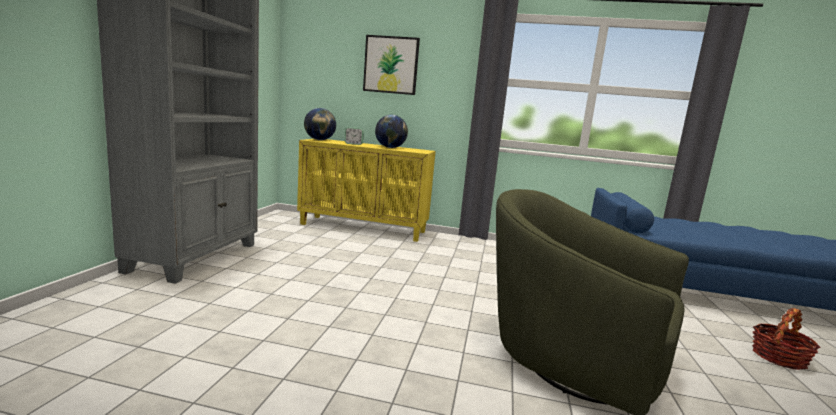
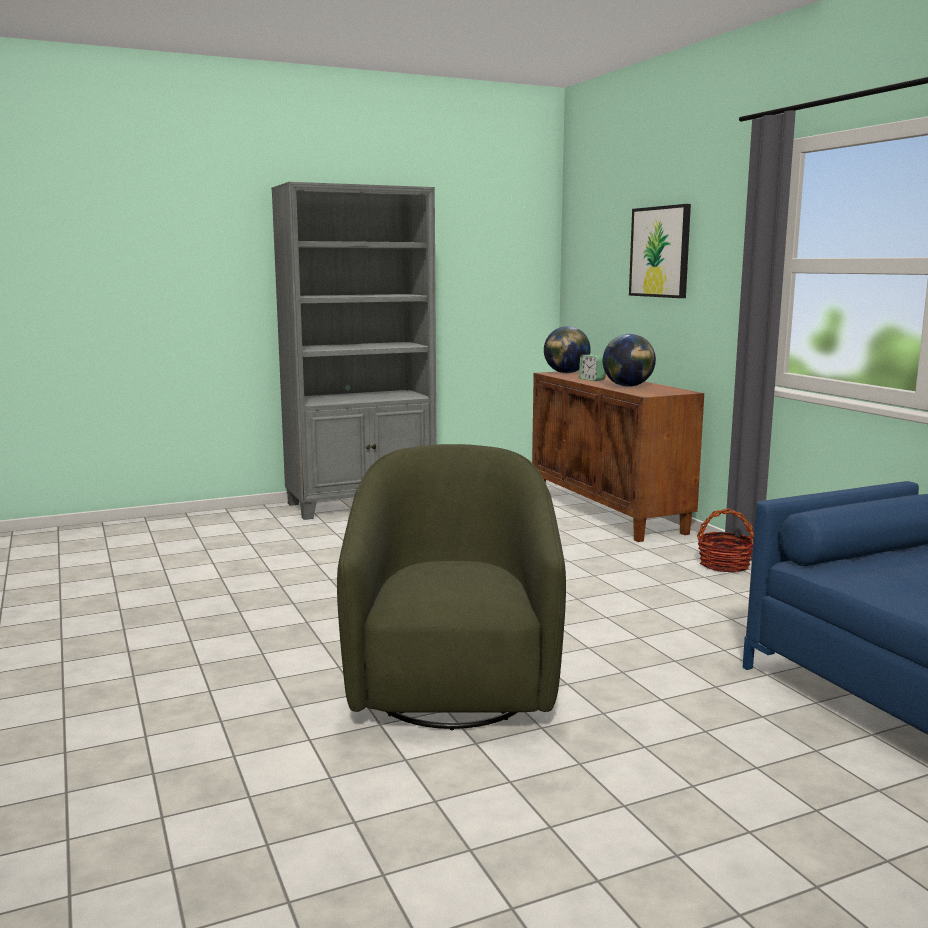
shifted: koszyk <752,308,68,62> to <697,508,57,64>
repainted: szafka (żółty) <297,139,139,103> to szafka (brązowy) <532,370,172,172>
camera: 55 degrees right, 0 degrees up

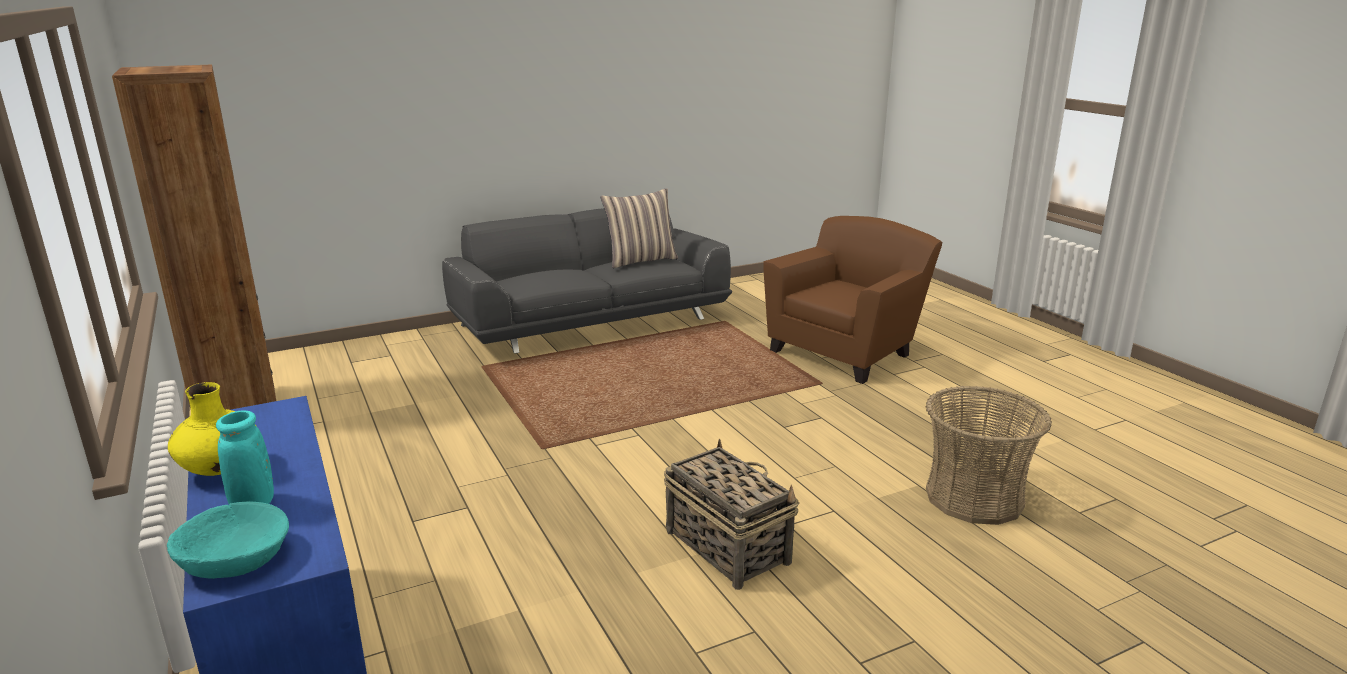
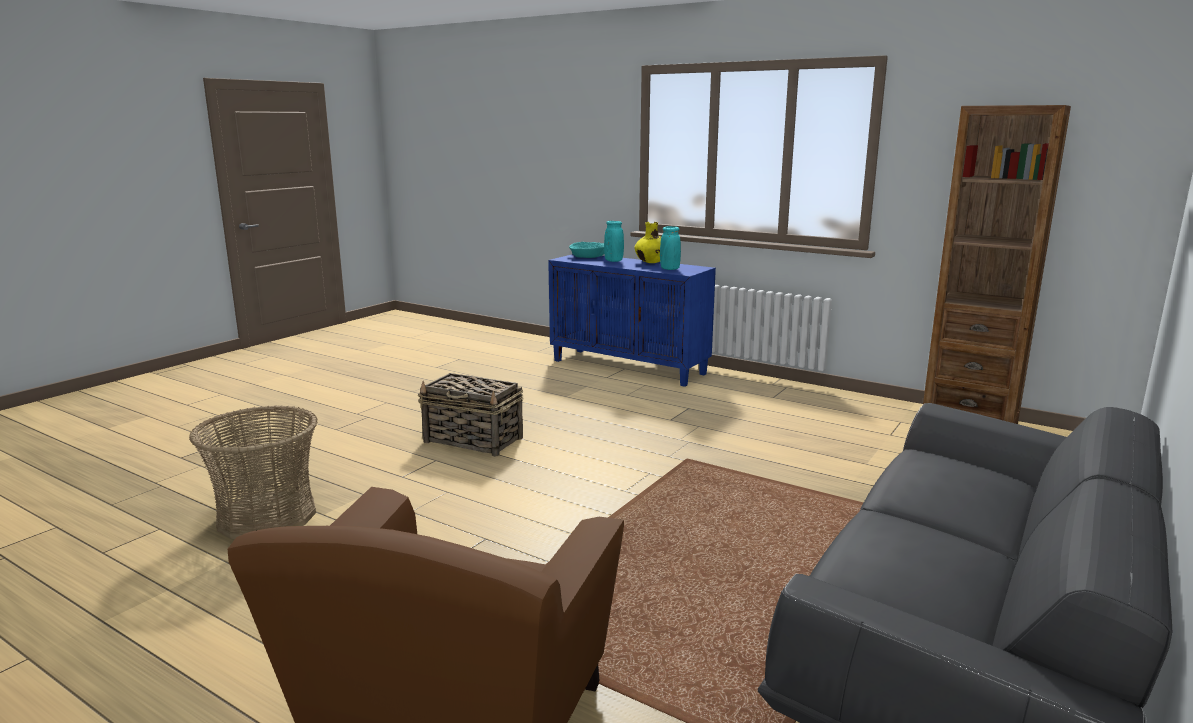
gone: poduszka <600,188,78,80>
new: wazon (turkusowy) <660,226,21,44>
camera: 150 degrees right, 5 degrees down

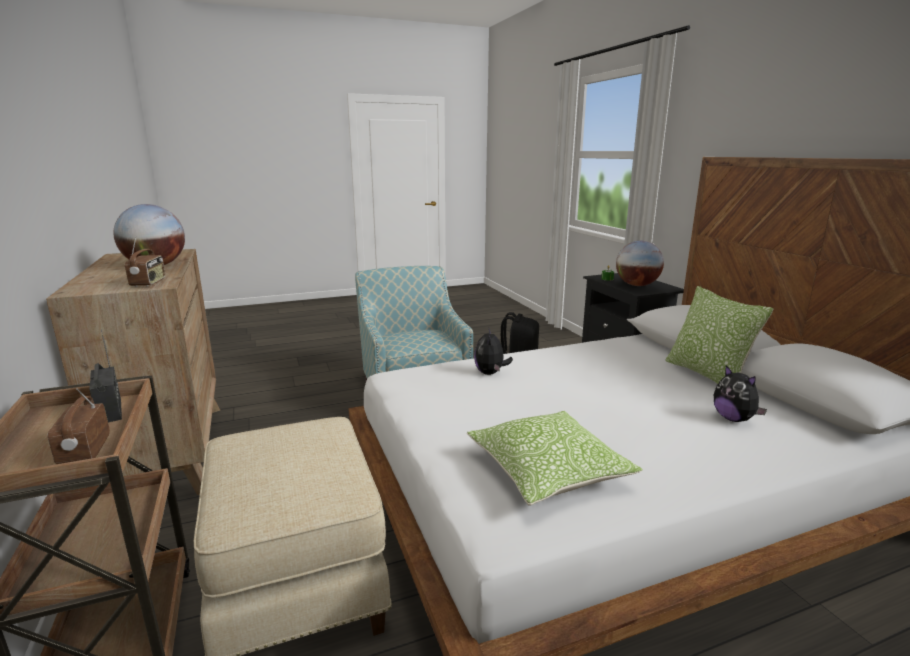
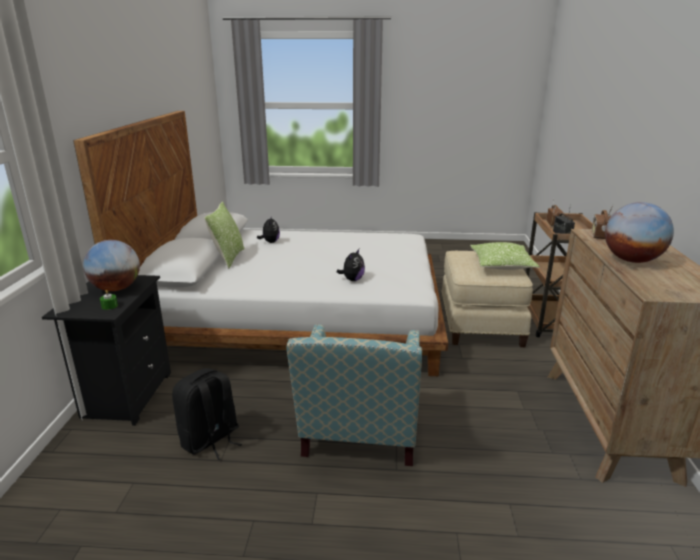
shifted: poduszka <467,411,176,95> to <470,242,70,28>
camera: 155 degrees left, 5 degrees up

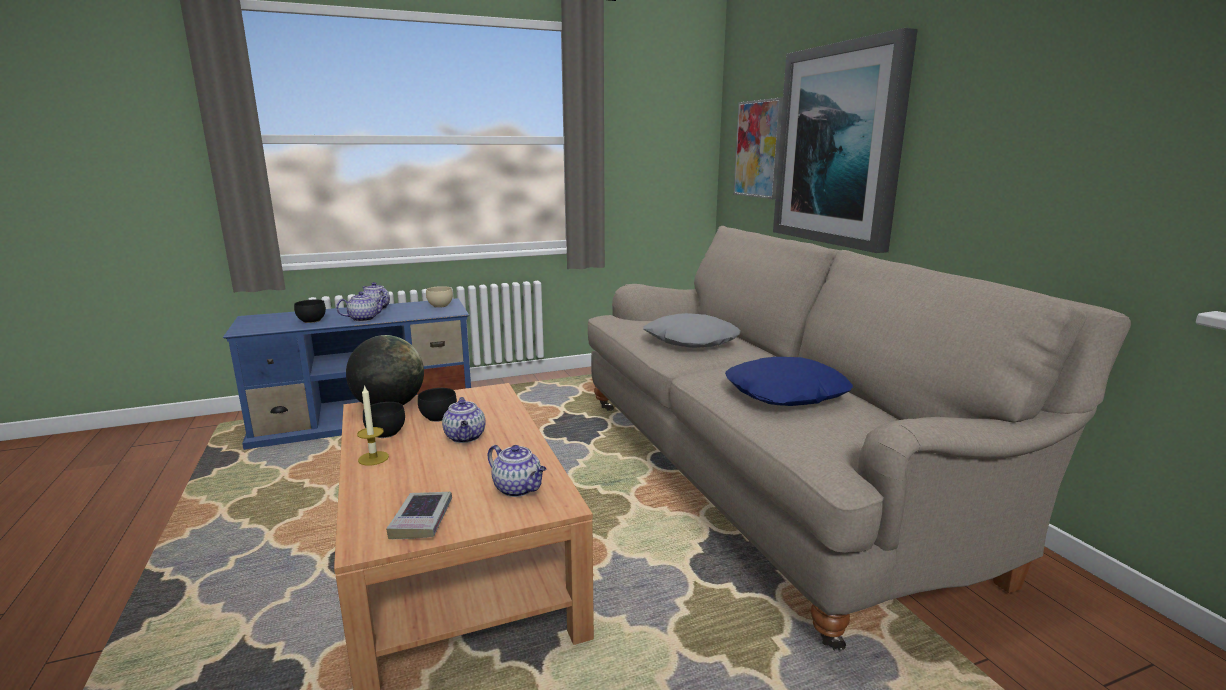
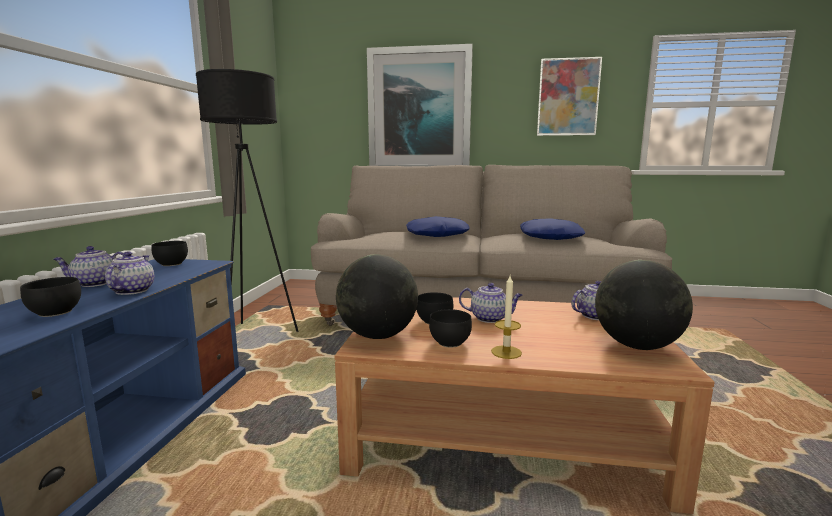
new: lampa stojąca (czarny) <196,69,102,263>
shifted: obraz <734,98,49,101> to <537,57,65,79>
swapped: książka <386,492,66,47> to globus <595,260,98,90>
repainted: miska (beżowy) <426,286,27,22> to miska (czarny) <151,241,37,25>; poduszka (szary) <643,313,98,35> to poduszka (niebieski) <406,216,64,21>
camera: 60 degrees left, 5 degrees down

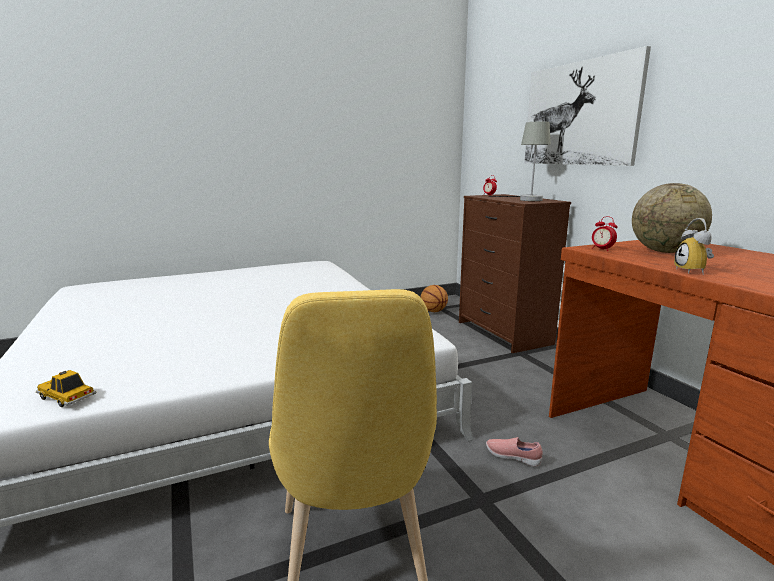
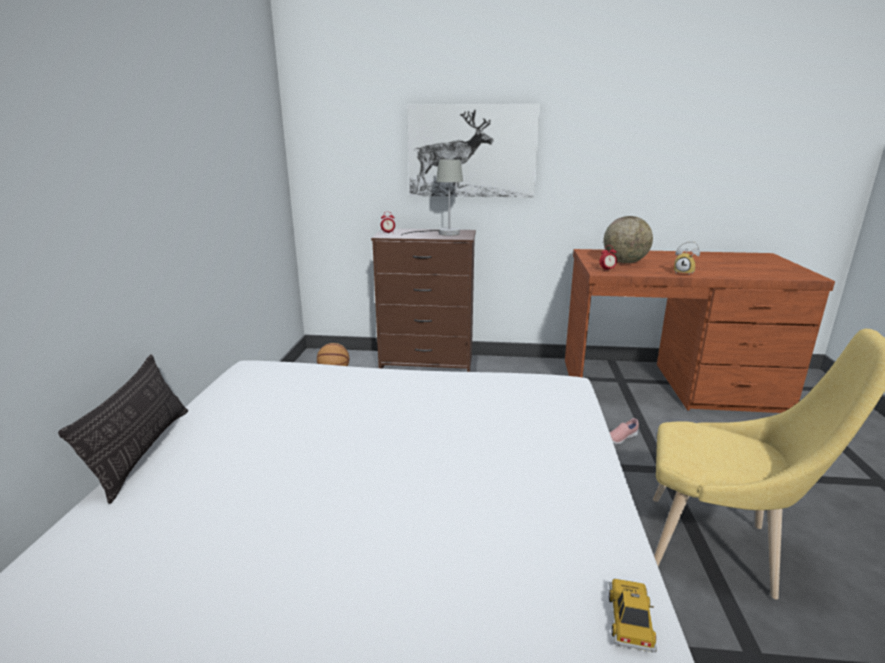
new: poduszka <58,354,130,150>
rotated: samochodzik <36,370,61,37> = <608,579,49,74> 135 degrees clockwise
camera: 60 degrees left, 5 degrees up

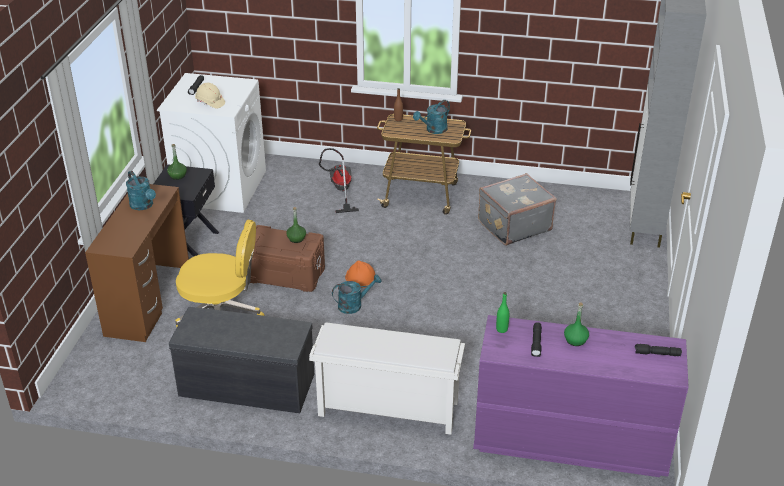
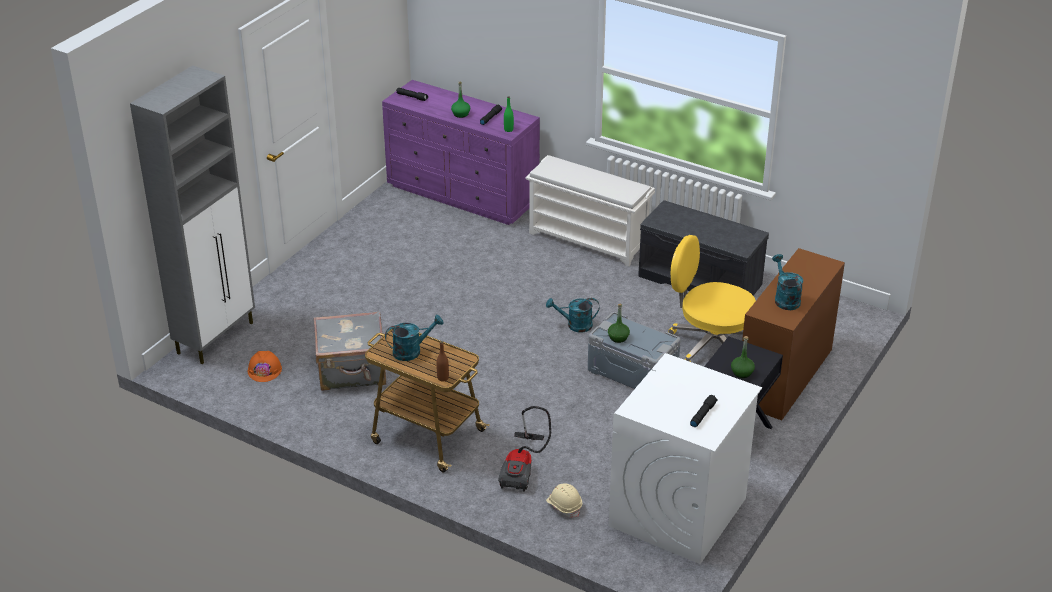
shifted: kask (beżowy) <195,83,30,25> to <546,483,36,35>; kask (pomarańczowy) <345,260,30,28> to <248,351,34,31>
repainted: pojemnik do przechowywania (brązowy) <250,225,75,67> to pojemnik do przechowywania (szary) <588,312,93,77>
camera: 160 degrees left, 0 degrees up

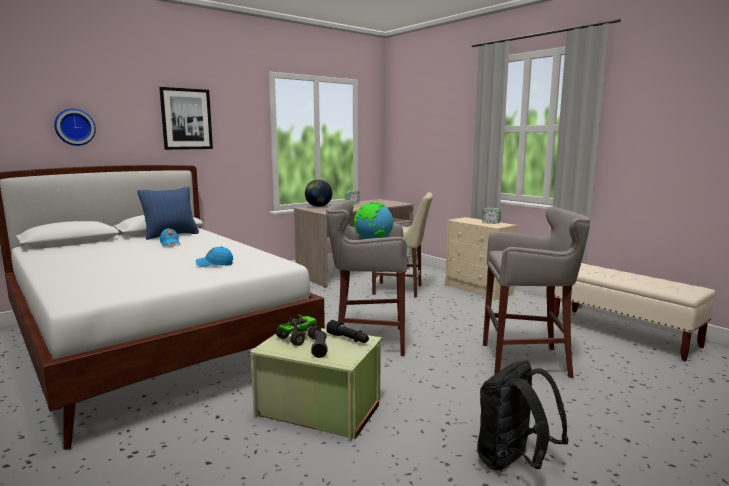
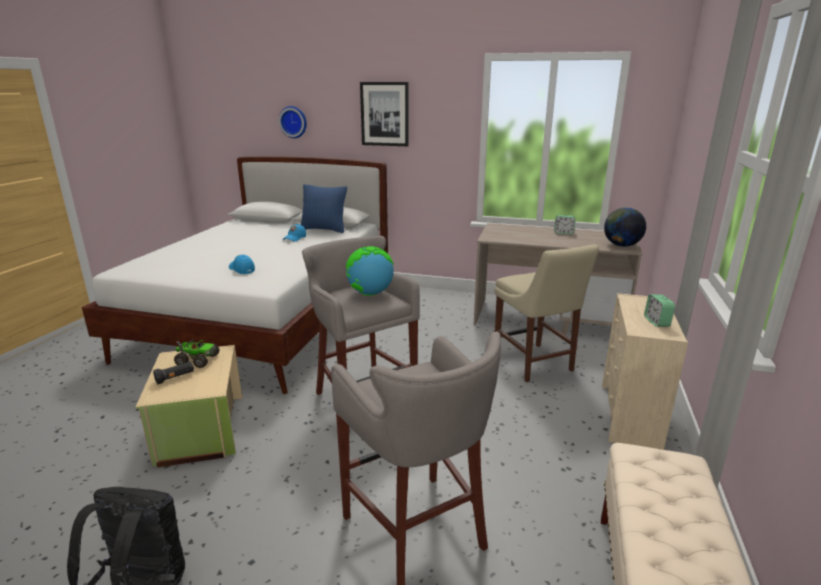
gone: latarka (czarny) <326,320,43,23>
shifted: globus <305,179,27,28> to <604,208,42,39>
repainted: pojemnik do przechowywania (zielony) <250,327,133,114> to pojemnik do przechowywania (beżowy) <136,345,106,123>
camera: 55 degrees right, 10 degrees up

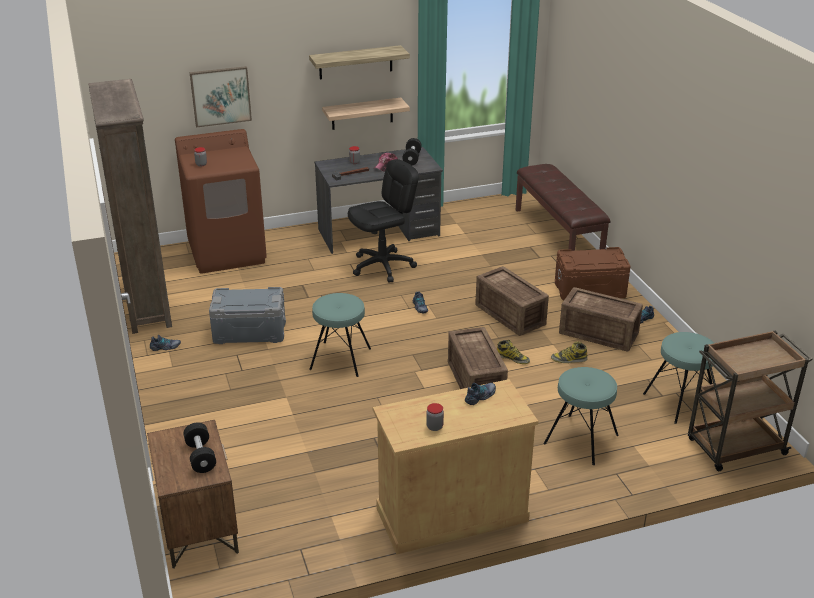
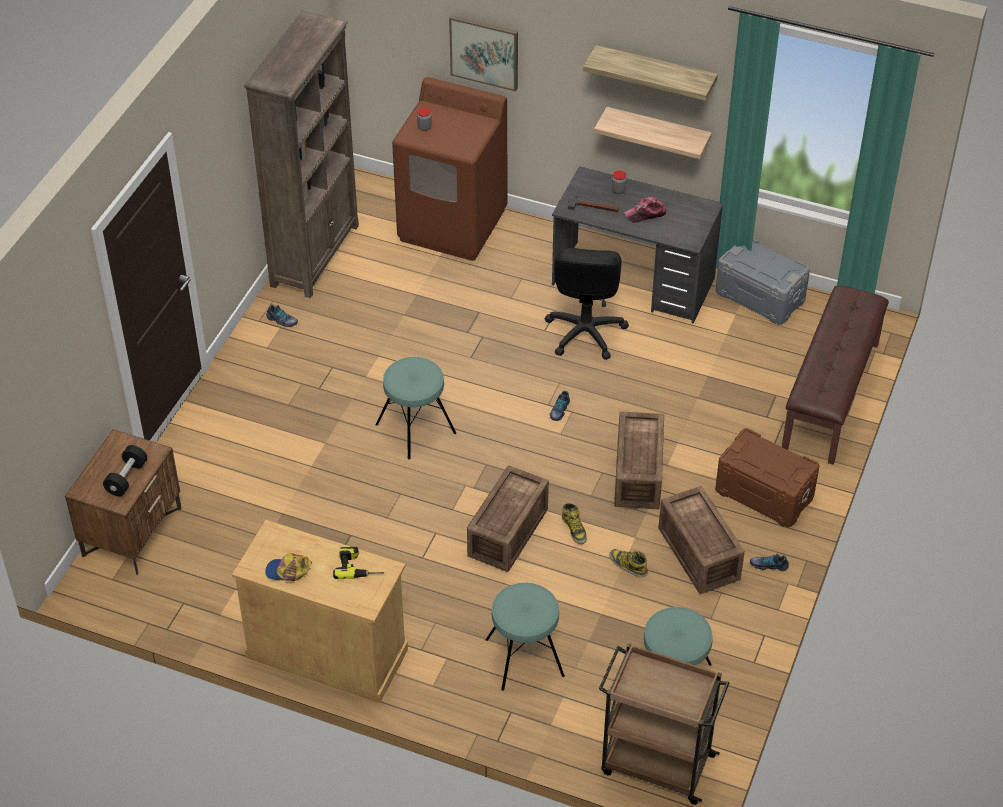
gone: hantel (czarny) <402,138,20,28>
shifted: pojemnik do przechowywania (szary) <209,287,77,57> to <715,239,95,86>
swapped: słoik <426,403,18,28> to czapka z daszkiem <265,553,47,28>; but <465,383,31,22> to wiertarka <333,547,51,32>
rotated: krzesło biurowe (czarny) <348,159,71,124> = <545,248,84,112> 90 degrees clockwise
camera: 40 degrees right, 15 degrees up

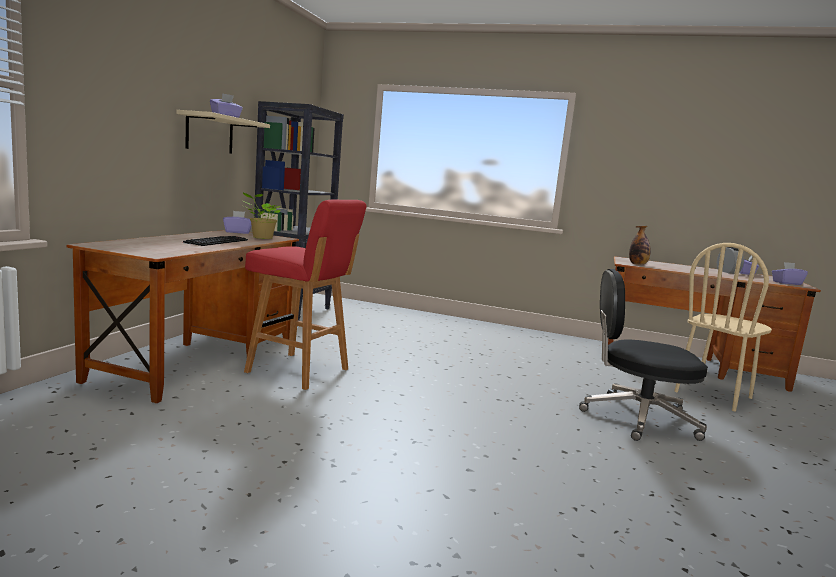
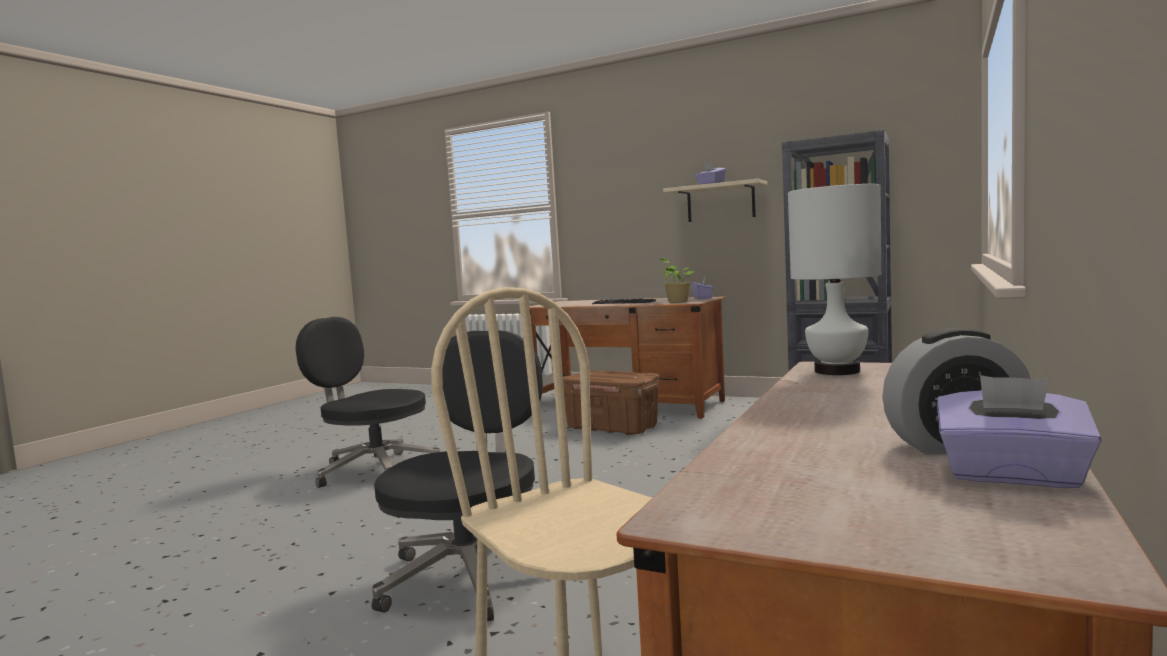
gone: pudełko chusteczek (fioletowy) <772,262,36,23>
new: krzesło biurowe (czarny) <296,317,144,171>
swapped: stołek (czerwony) <244,200,123,190> to pojemnik do przechowywania (brązowy) <563,370,97,65>; butelka <629,226,22,39> to lampa stołowa (biały) <788,184,93,191>
camera: 100 degrees right, 5 degrees down

